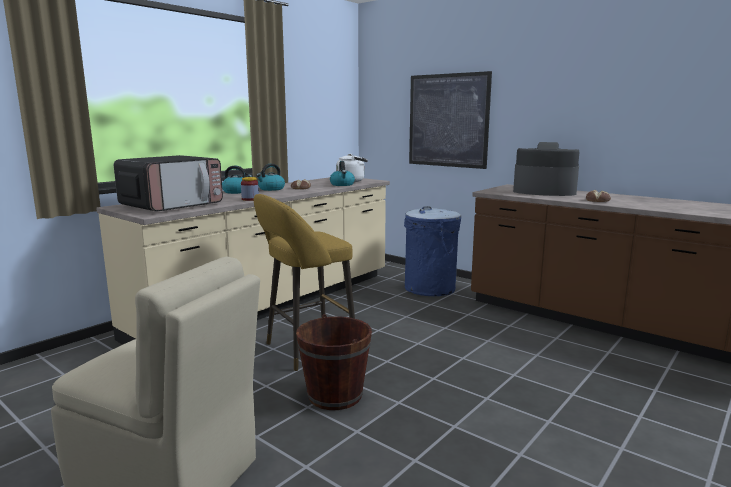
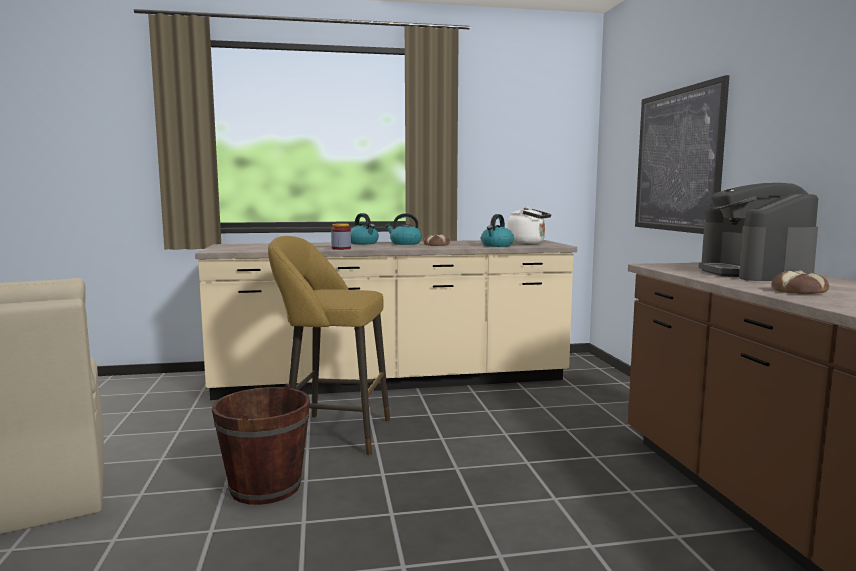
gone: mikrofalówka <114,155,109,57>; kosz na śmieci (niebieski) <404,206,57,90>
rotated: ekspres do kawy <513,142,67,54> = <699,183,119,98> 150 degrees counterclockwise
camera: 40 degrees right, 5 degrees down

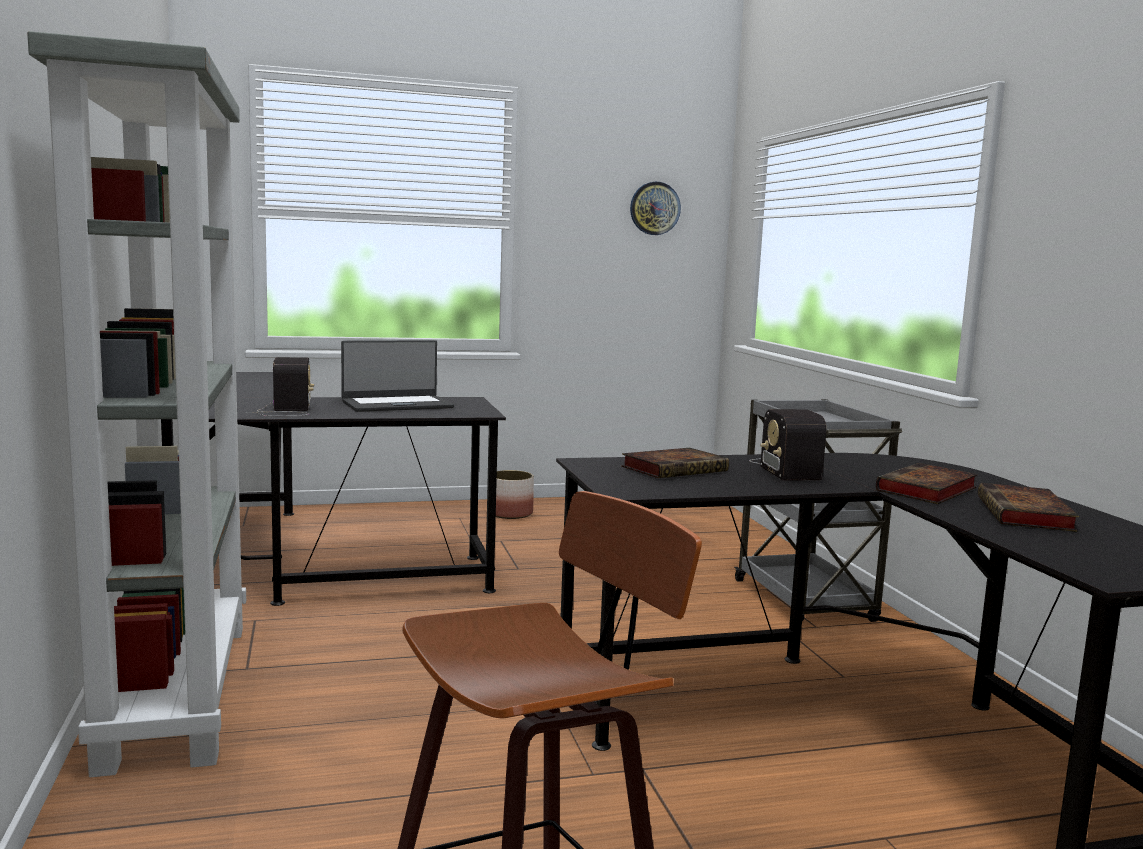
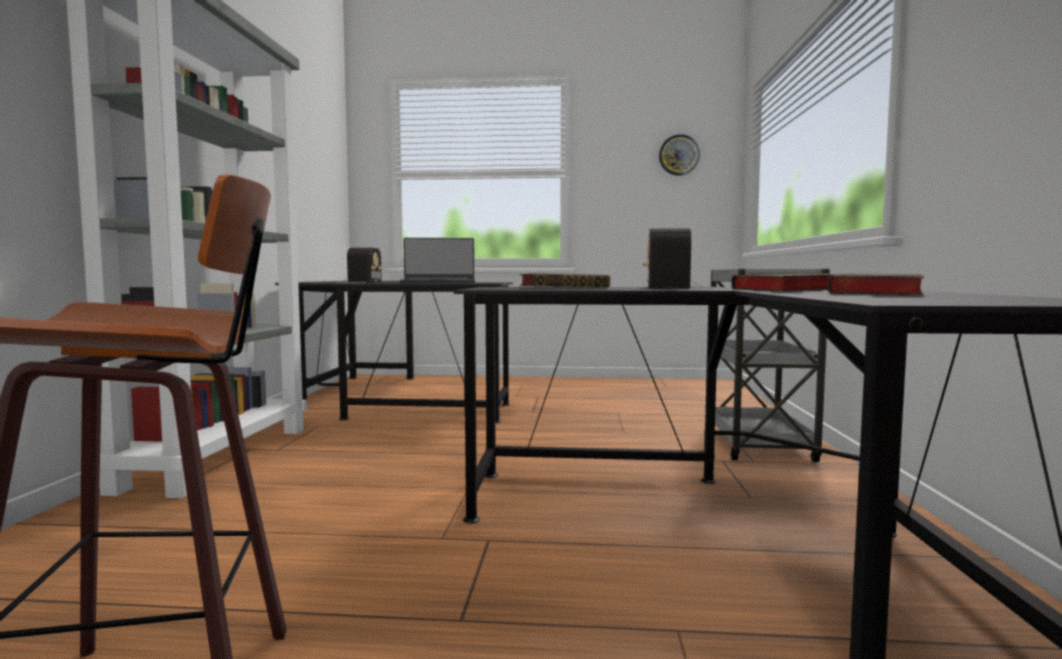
gone: donica <496,470,38,49>
camera: 20 degrees right, 5 degrees down

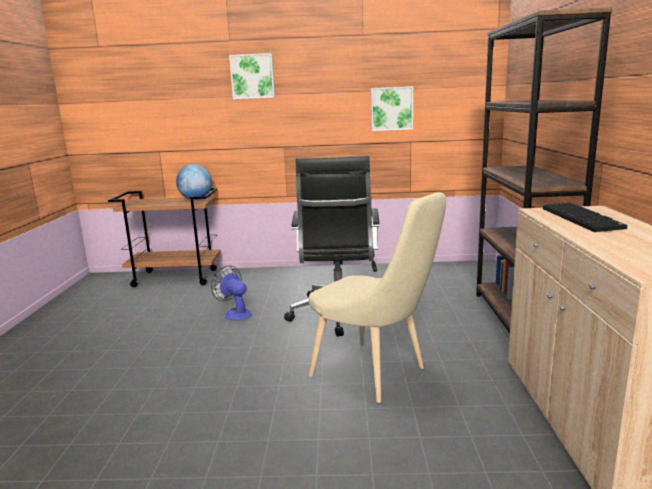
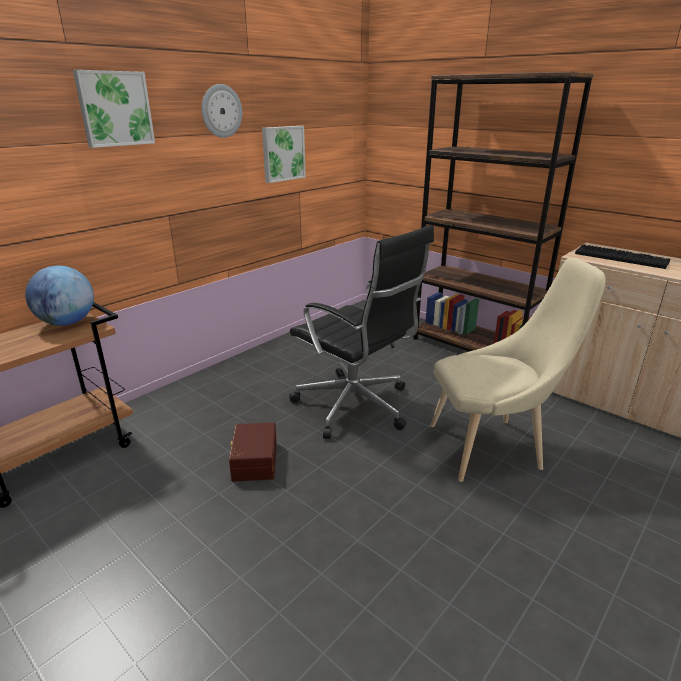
new: zegar ścienny <201,84,41,54>
swapped: wentylator <211,266,41,55> to pojemnik do przechowywania (brązowy) <229,422,48,60>
camera: 50 degrees left, 10 degrees up

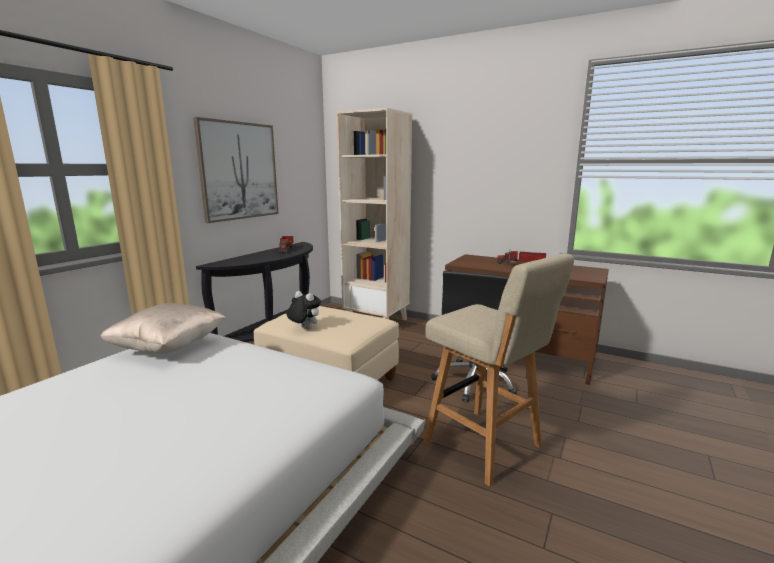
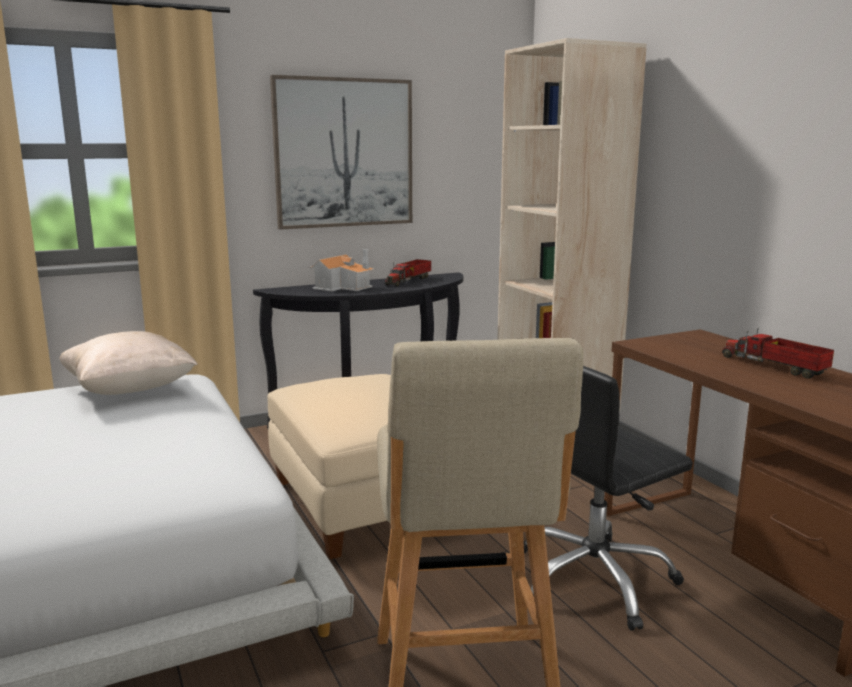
gone: pluszak <286,291,35,38>
new: domek <309,249,66,42>
camera: 35 degrees right, 0 degrees up

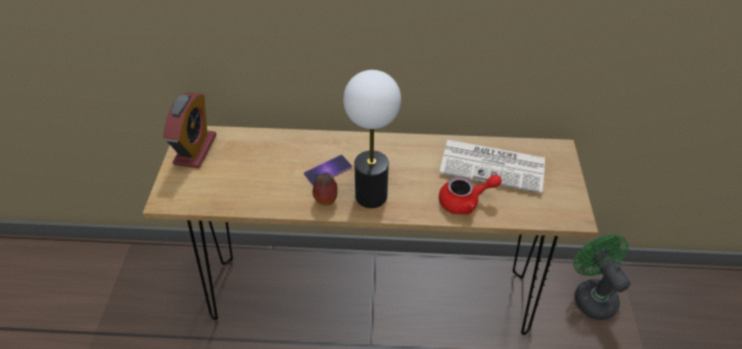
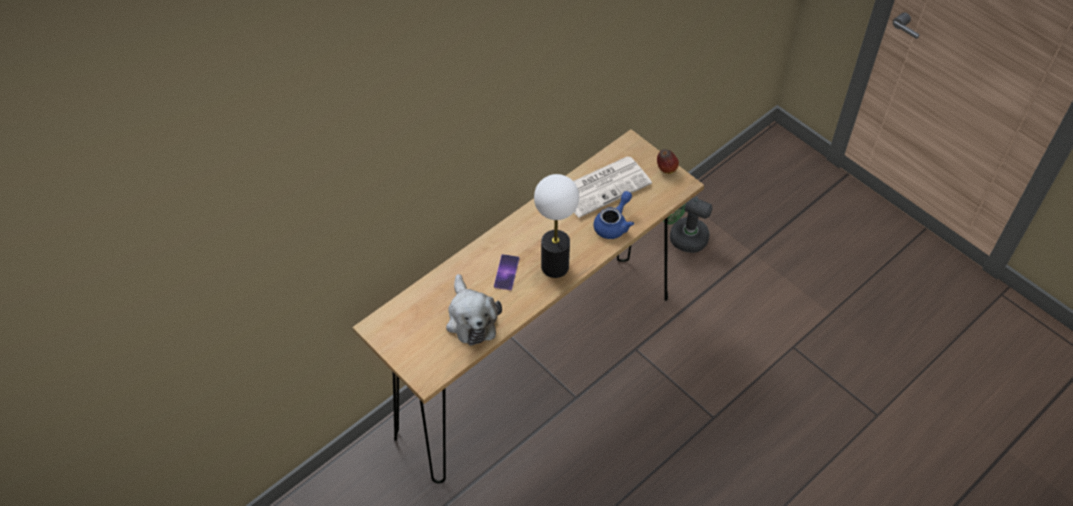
gone: budzik <163,93,53,75>
new: pluszak <446,274,56,72>
shifted: jabłko <312,173,26,33> to <657,149,22,25>
repainted: imbryk (czerwony) <439,174,63,41> to imbryk (niebieski) <593,191,41,48>
camera: 45 degrees left, 5 degrees up

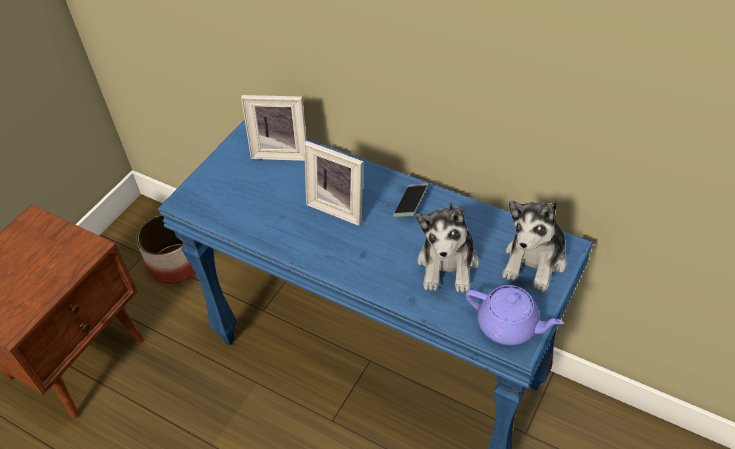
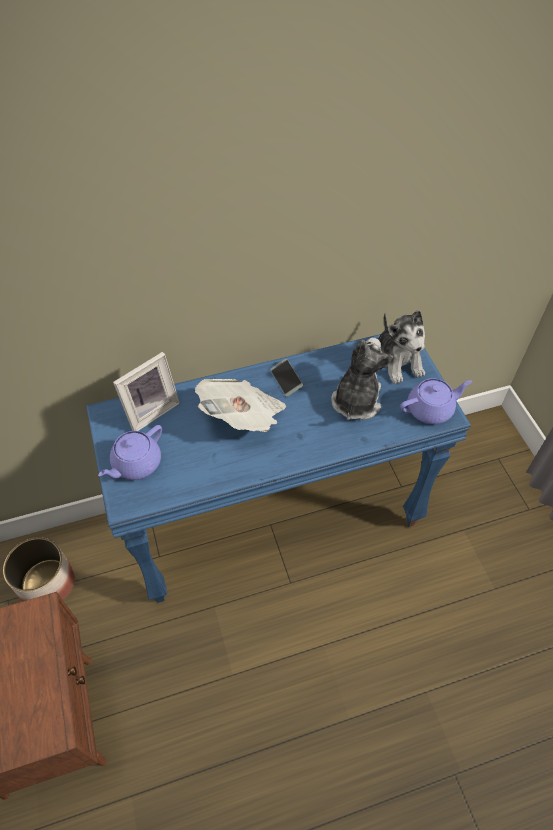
new: imbryk (fioletowy) <98,425,64,55>
swapped: ramka na zdjęcie <304,141,59,85> to gazeta <195,379,91,53>
rotated: pluszak <416,201,63,92> = <331,337,62,83> 120 degrees counterclockwise
camera: 50 degrees left, 5 degrees up

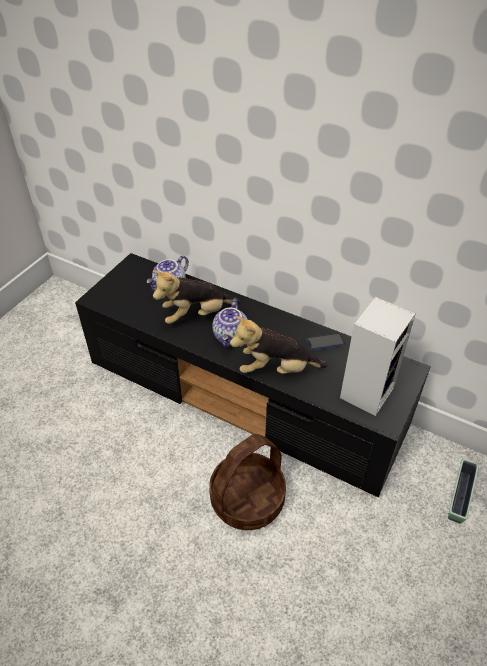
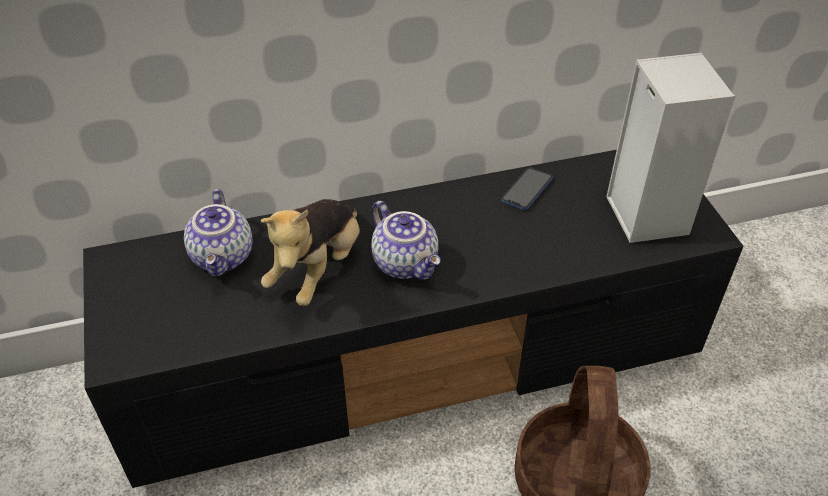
gone: pluszak <230,316,98,58>; donica <448,459,31,64>
camera: 45 degrees left, 0 degrees up

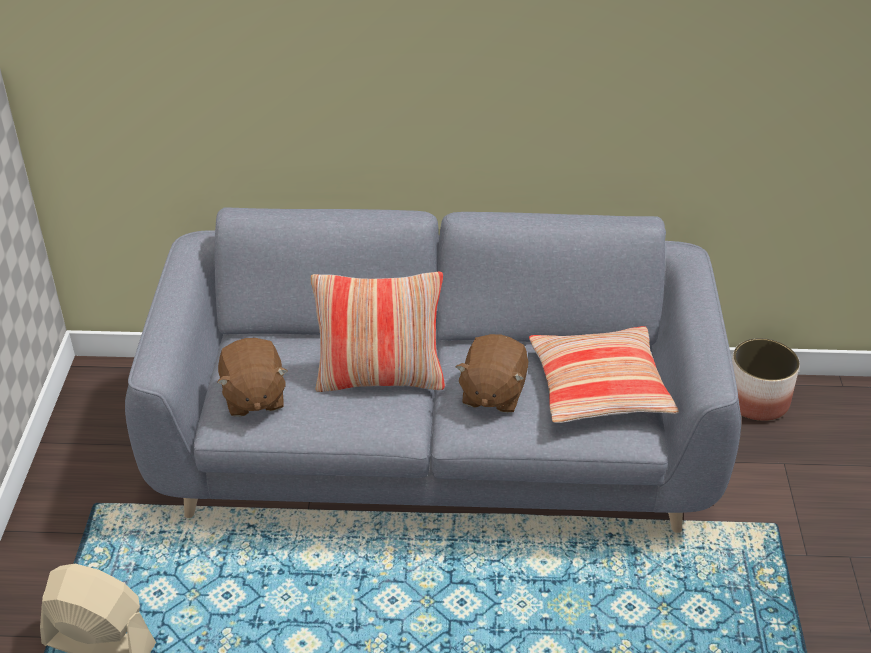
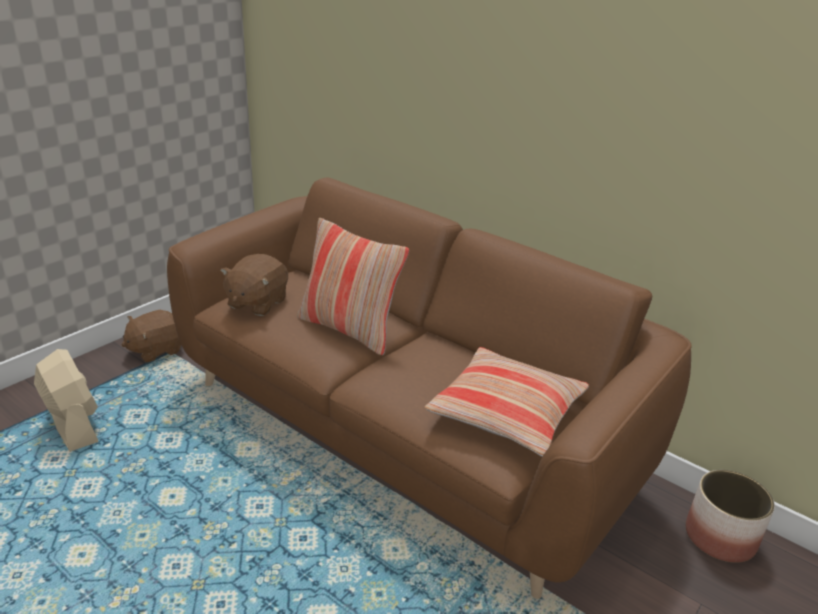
shifted: pluszak (brązowy) <456,334,72,79> to <122,310,59,53>
repainted: kanapa (szary) <125,207,616,326> to kanapa (brązowy) <167,177,525,422>
camera: 35 degrees right, 10 degrees down

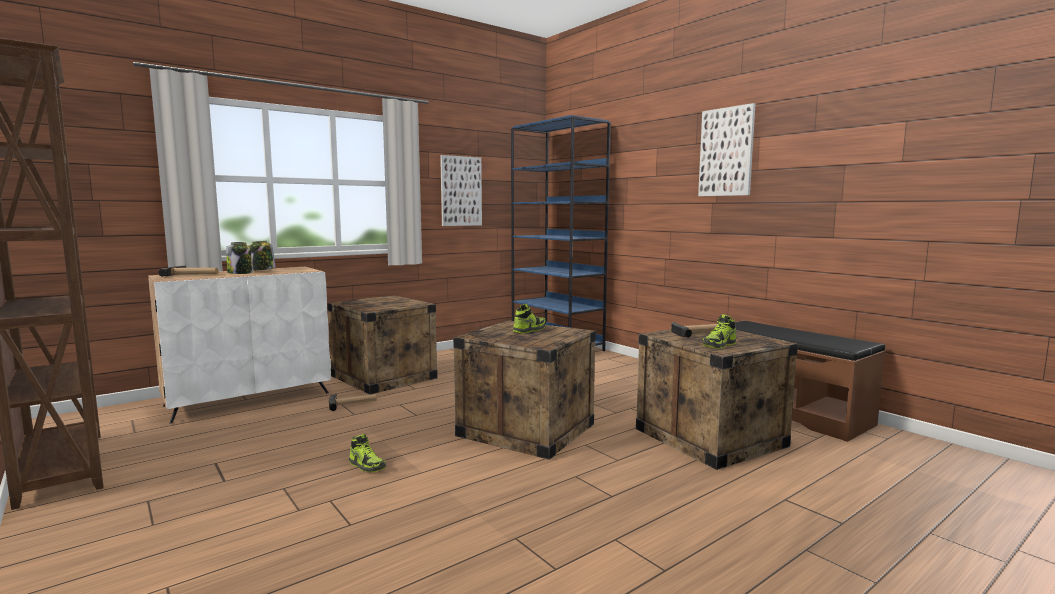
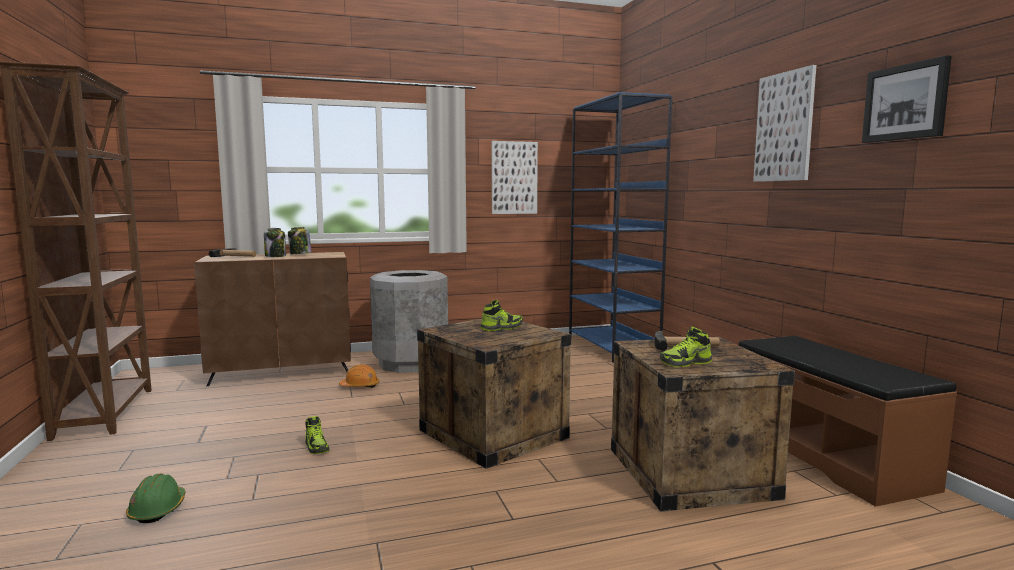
new: kask (zielony) <126,474,60,49>; obraz <862,55,90,88>
swapped: skrzynka <327,295,111,100> to kosz na śmieci (szary) <370,270,78,103>; młotek <329,394,48,17> to kask (pomarańczowy) <339,365,40,23>
repainted: szafka (biały) <148,267,183,157> to szafka (brązowy) <194,252,157,134>
camera: 20 degrees right, 0 degrees up

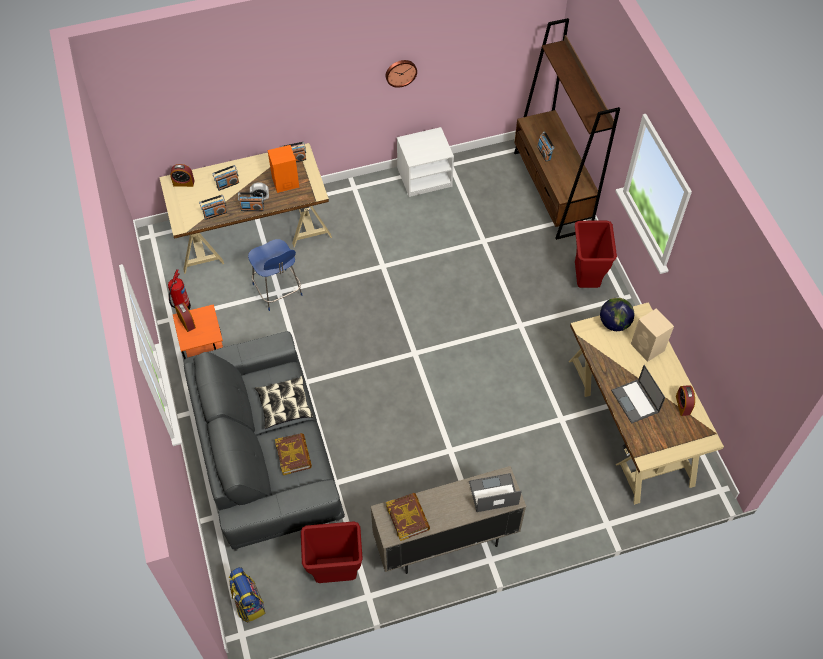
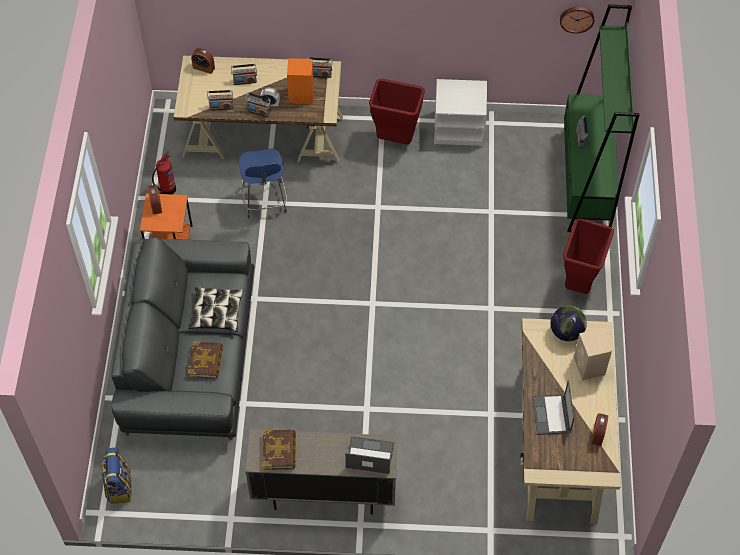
shifted: kosz na śmieci (czerwony) <301,521,62,62> to <369,79,56,65>; zegar ścienny <386,60,31,28> to <560,7,34,26>
repainted: regał (brązowy) <514,18,106,222> to regał (zielony) <564,4,76,228>
camera: 20 degrees right, 0 degrees up

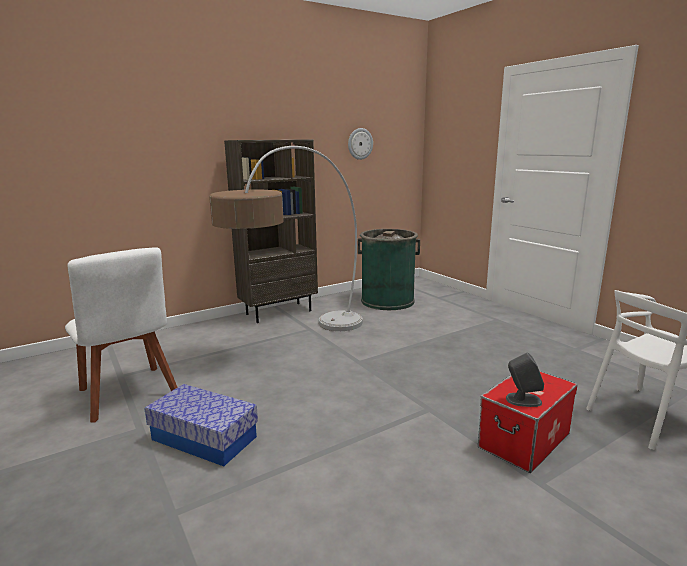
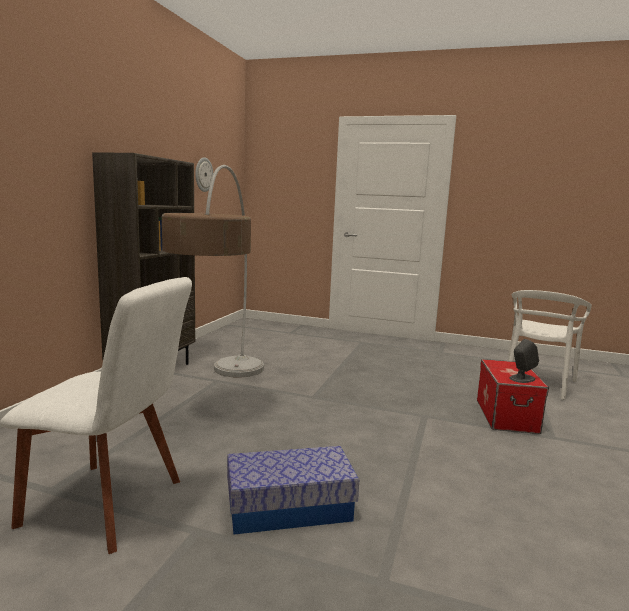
gone: kosz na śmieci (zielony) <358,229,62,81>
camera: 40 degrees left, 5 degrees down

